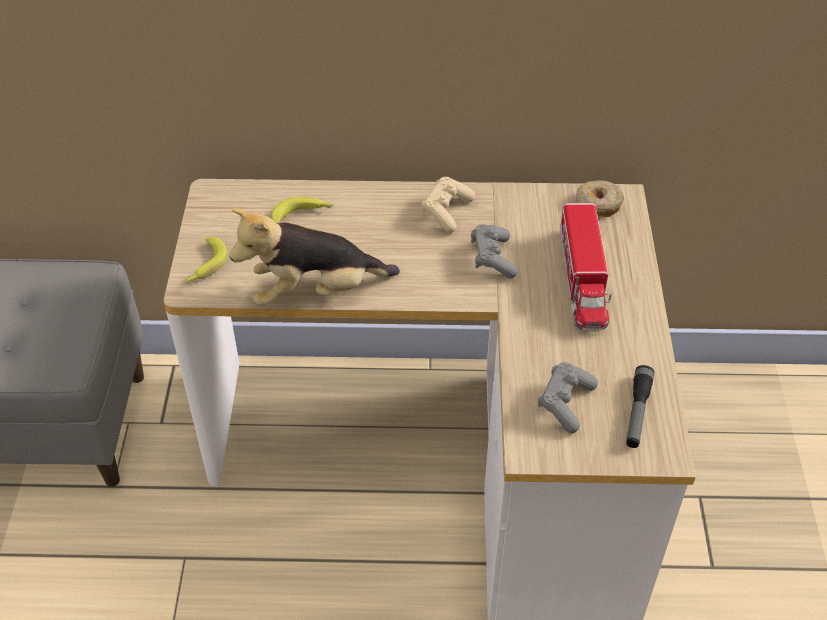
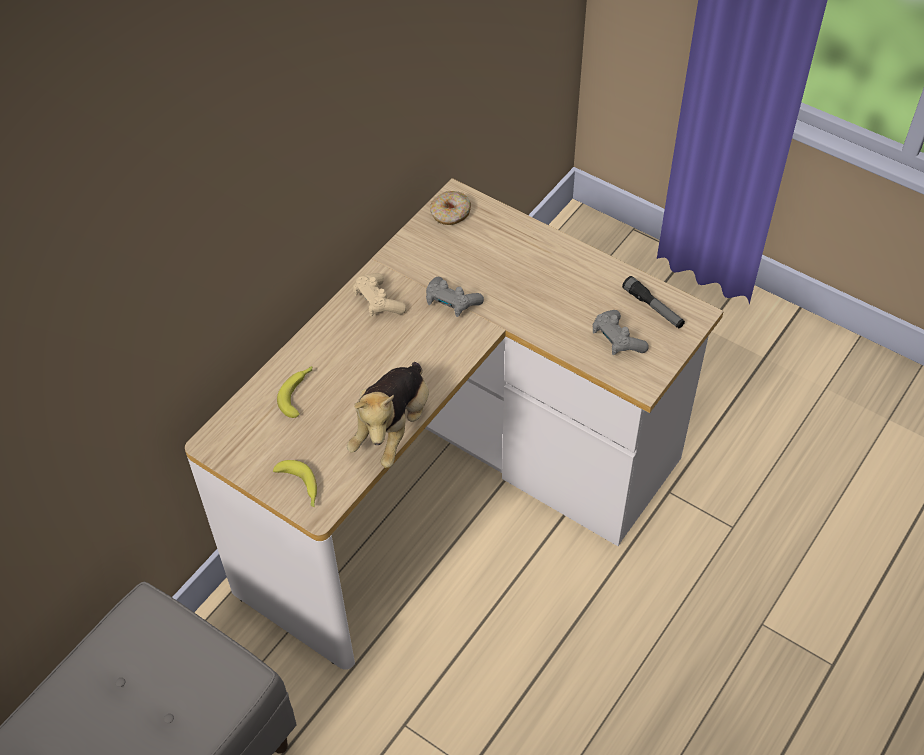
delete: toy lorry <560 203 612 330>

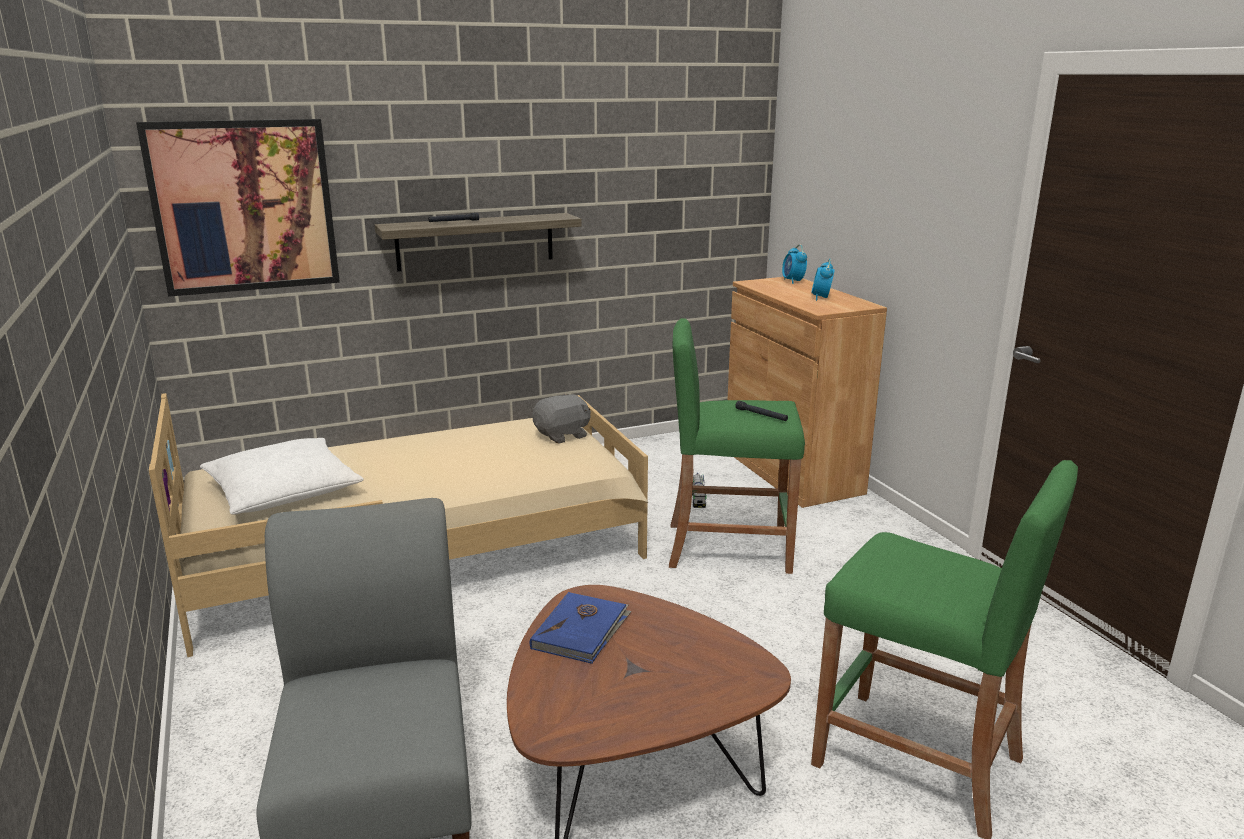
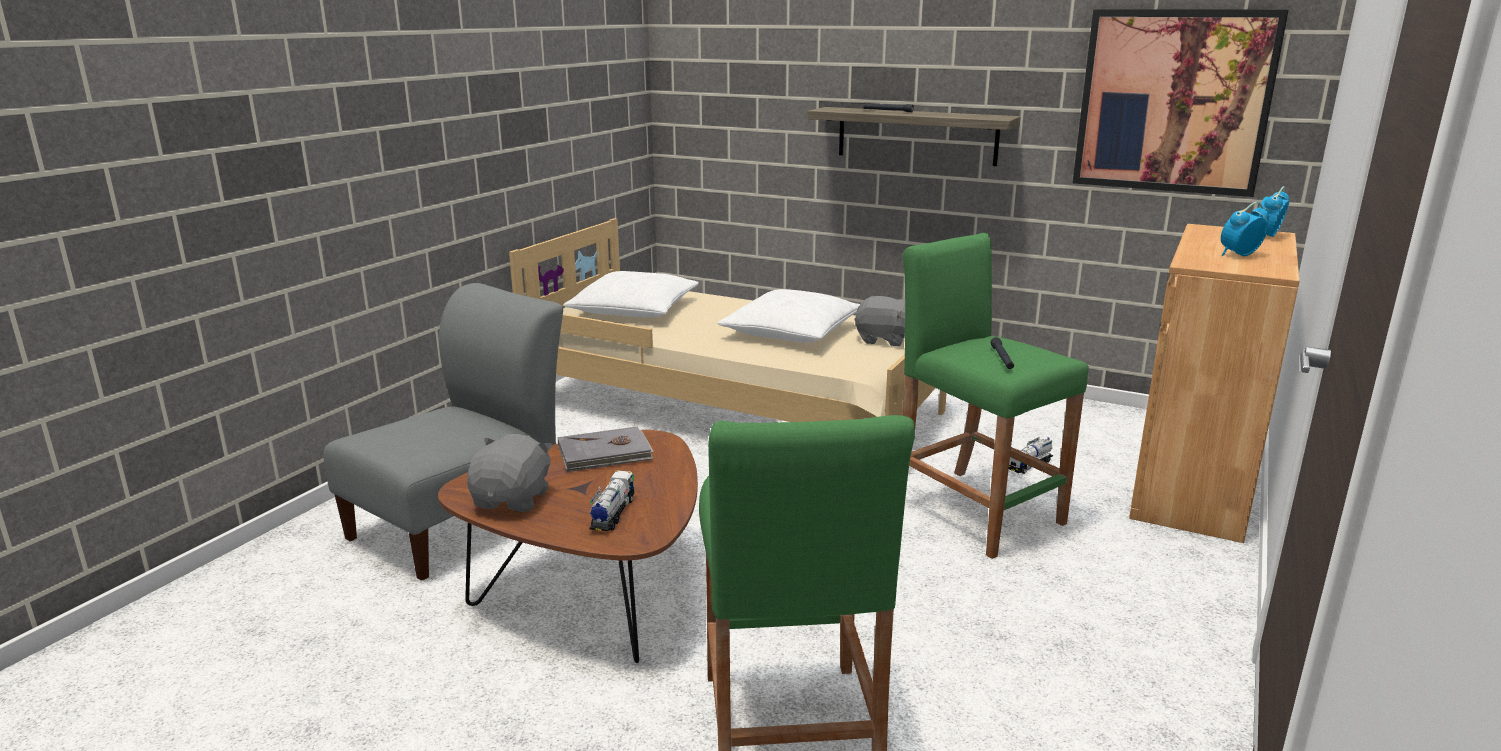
insert: white throw pillow <718 289 860 343>; grey plush toy <467 434 553 512>; toy lorry <590 470 634 531>
move: wall picture <136 119 340 297> to <1073 9 1289 197>
recolor: blue bound book <530 592 632 664> to grey bound book <558 426 654 472>

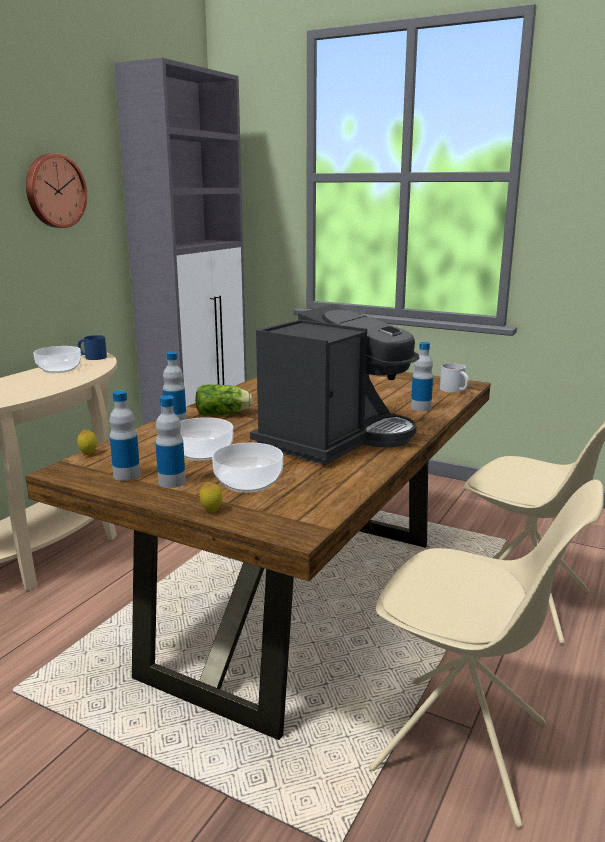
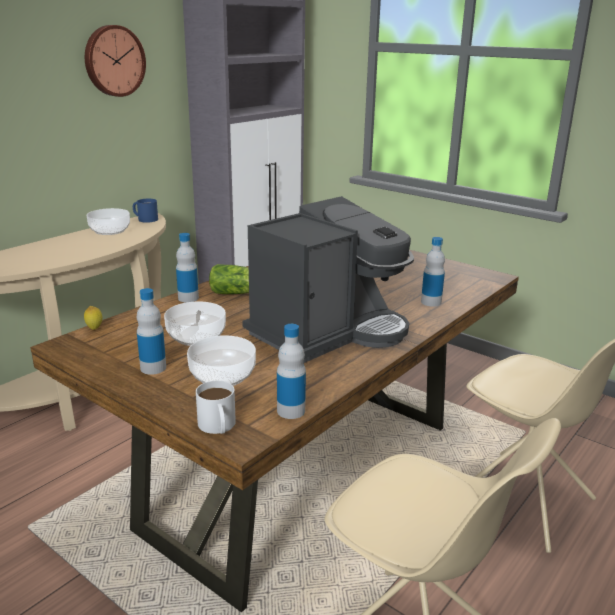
delete: citrus fruit <200 482 222 513>
move: white mug <440 363 469 393> to <196 381 236 434>; bottle <109 390 140 481> to <277 324 306 419>

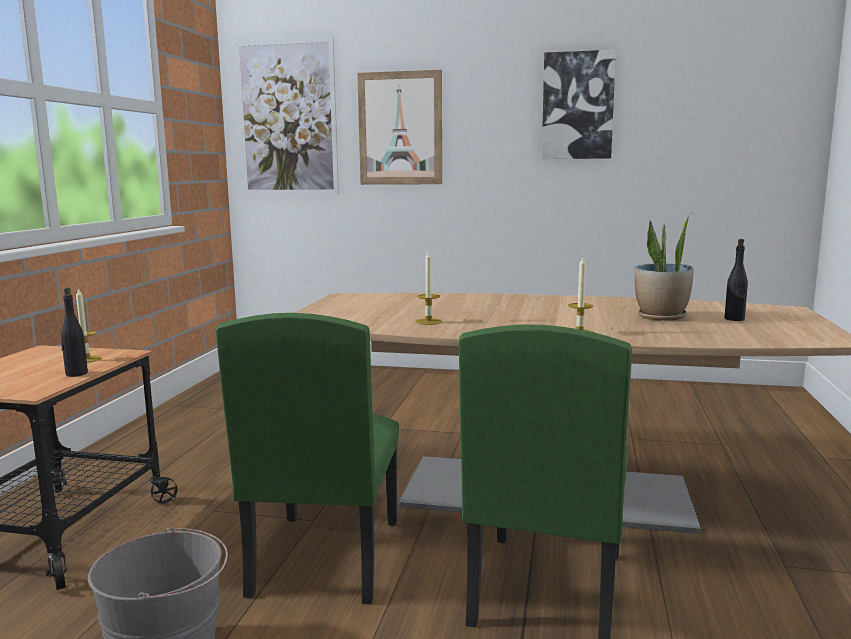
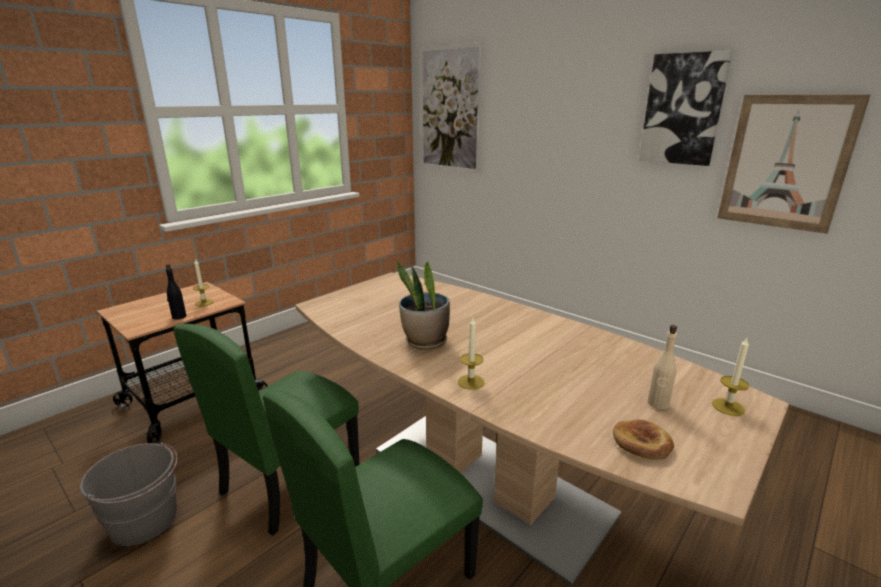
insert: bakery bread <613 419 674 459>
move: wall picture <357 70 442 185> to <717 95 870 234>; plant in a pot <634 213 694 321> to <397 261 450 350>; candle <415 252 442 325> to <712 338 749 416>
recolor: blackish bottle <724 239 748 321> to sand-coloured bottle <648 325 677 409>

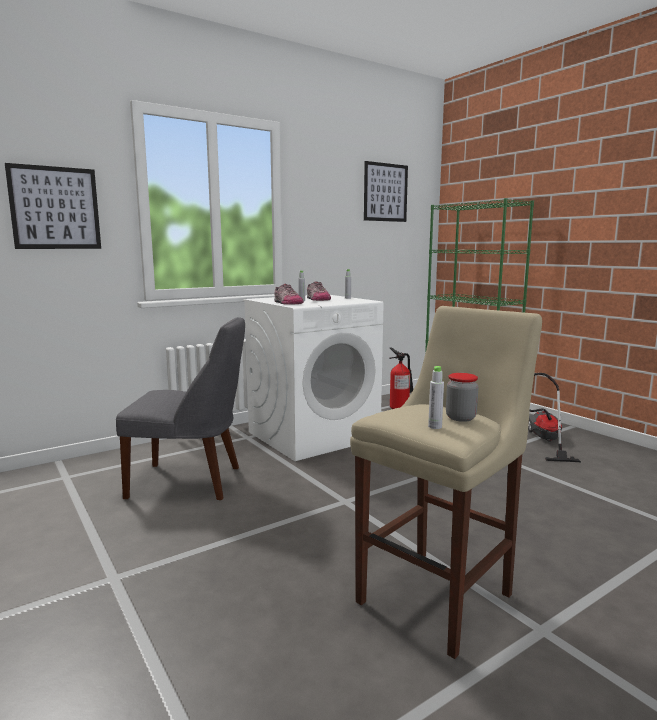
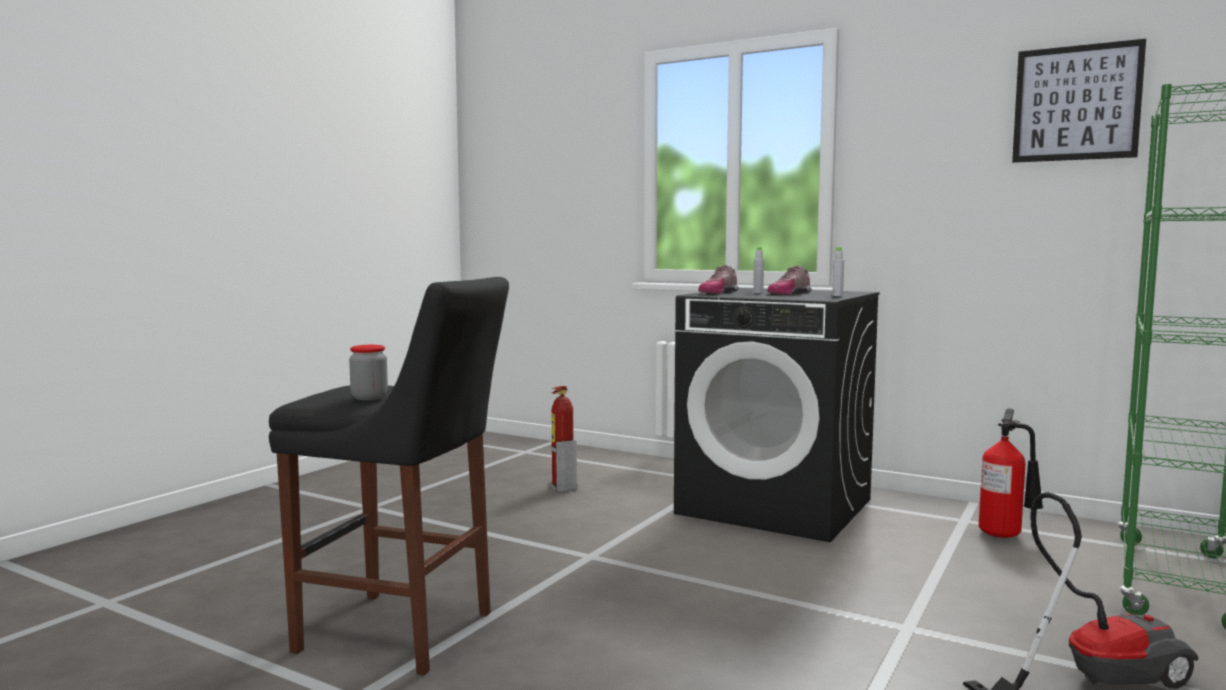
delete: wall picture <5 163 101 249>; grey bottle <428 366 444 429>
replace: grey upright chair <116 317 245 500> to fire extinguisher <549 386 578 492>
recolor: white washing machine <243 295 384 461> to blackish washing machine <674 288 880 542>; sand-coloured stool seat <350 306 542 659> to blackish stool seat <269 277 509 676>

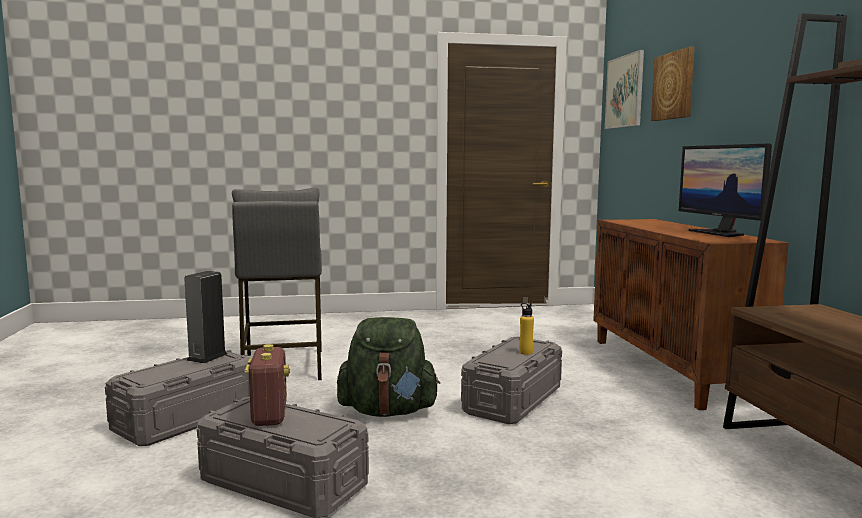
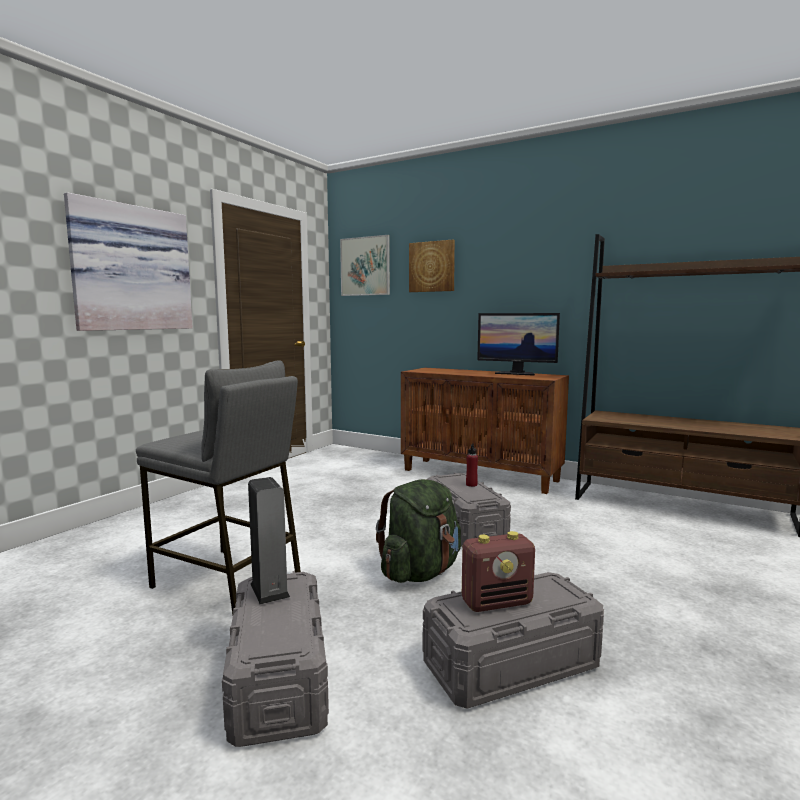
insert: wall picture <64 192 193 331>
recolor: yellowish bottle <519 303 534 355> to red-coloured bottle <466 443 478 487>
rotate: radio receiver <244 344 290 426> = <462 531 535 612> 135 degrees clockwise

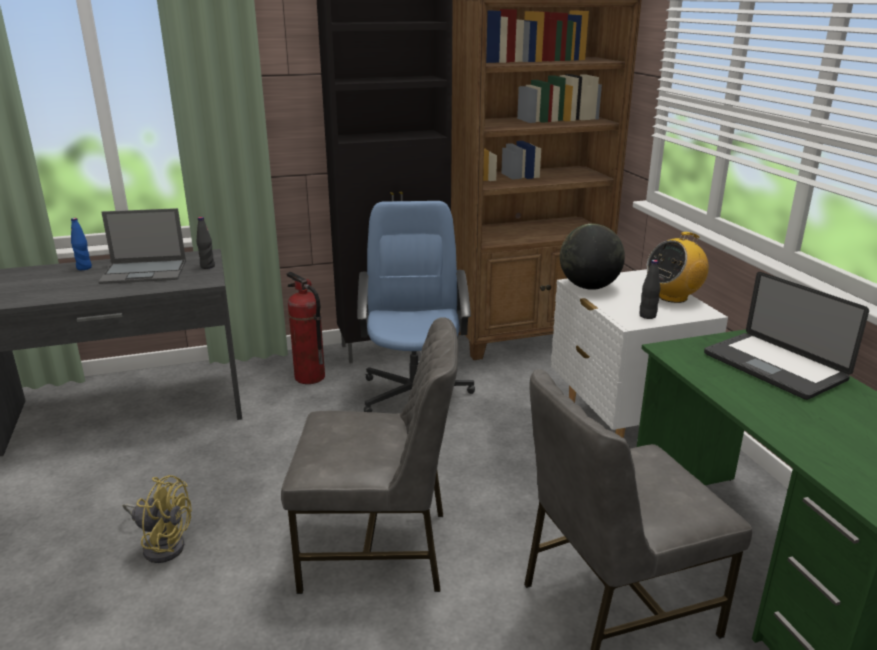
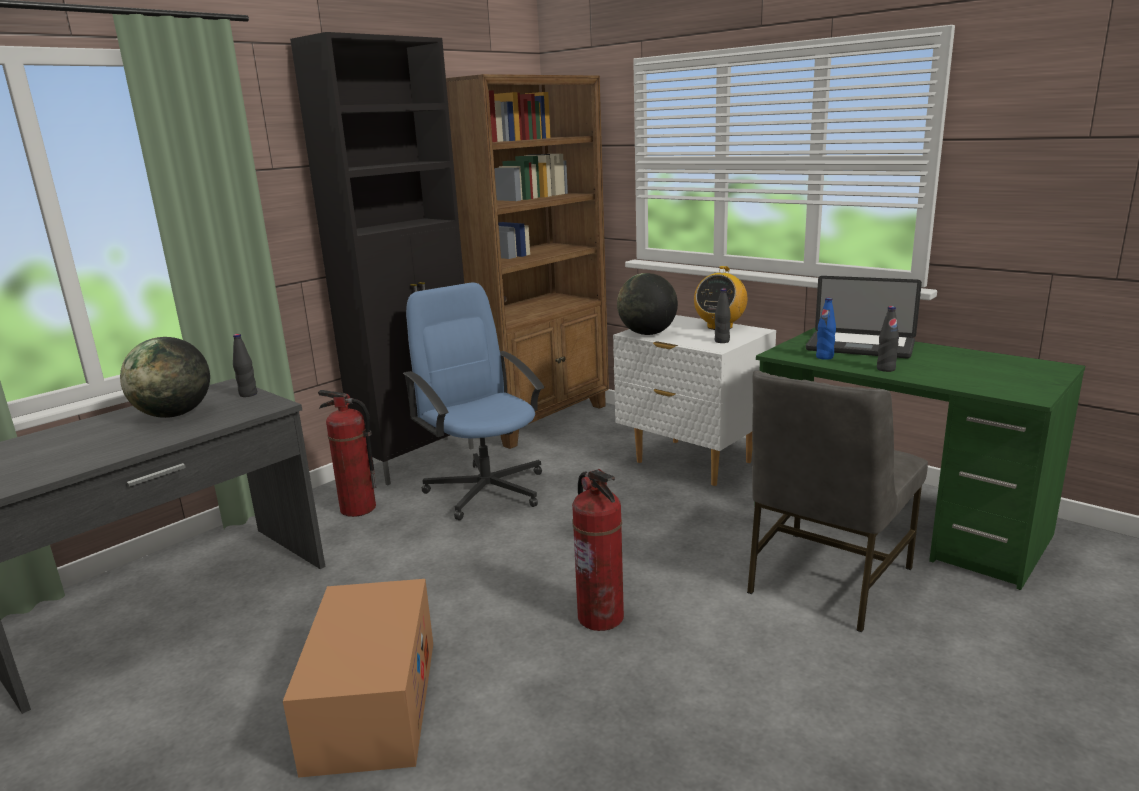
insert: blackish bottle <877 306 899 372>
move: blue bottle <71 218 92 270> to <816 298 836 360>
replace: portable computer <98 208 186 284> to desk globe <120 337 210 418>; grey upright chair <281 317 458 594> to fire extinguisher <572 469 624 631>; yellowish electric fan <122 475 192 563> to packing box <283 579 433 778>

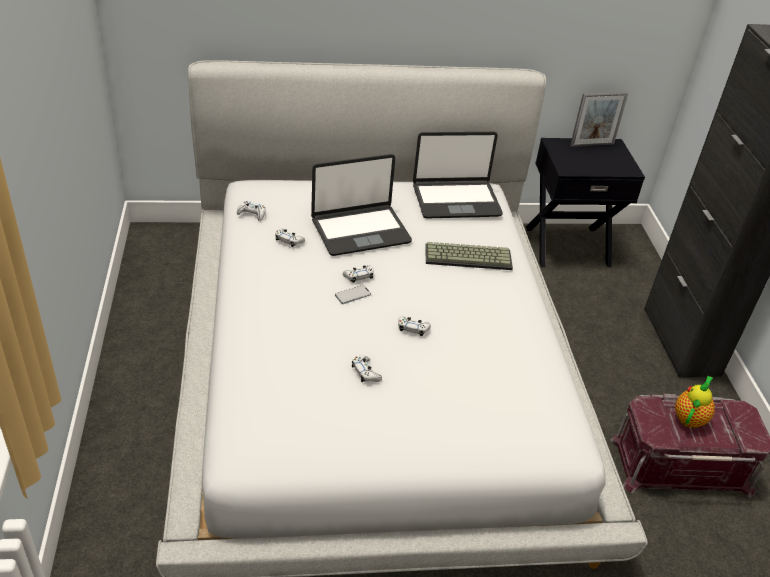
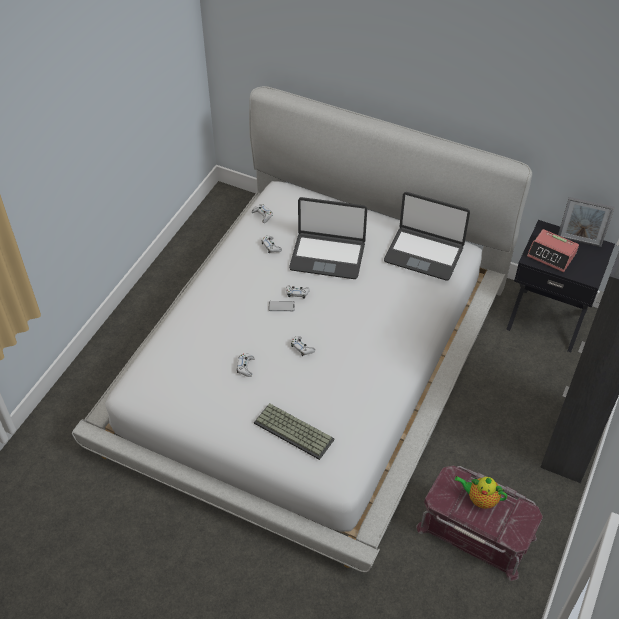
insert: bedside clock <527 229 579 272>
move: keyboard <425 242 513 270> to <254 403 334 460>
rotate: pot for tea <675 376 715 428> = <455 476 507 509> 135 degrees counterclockwise

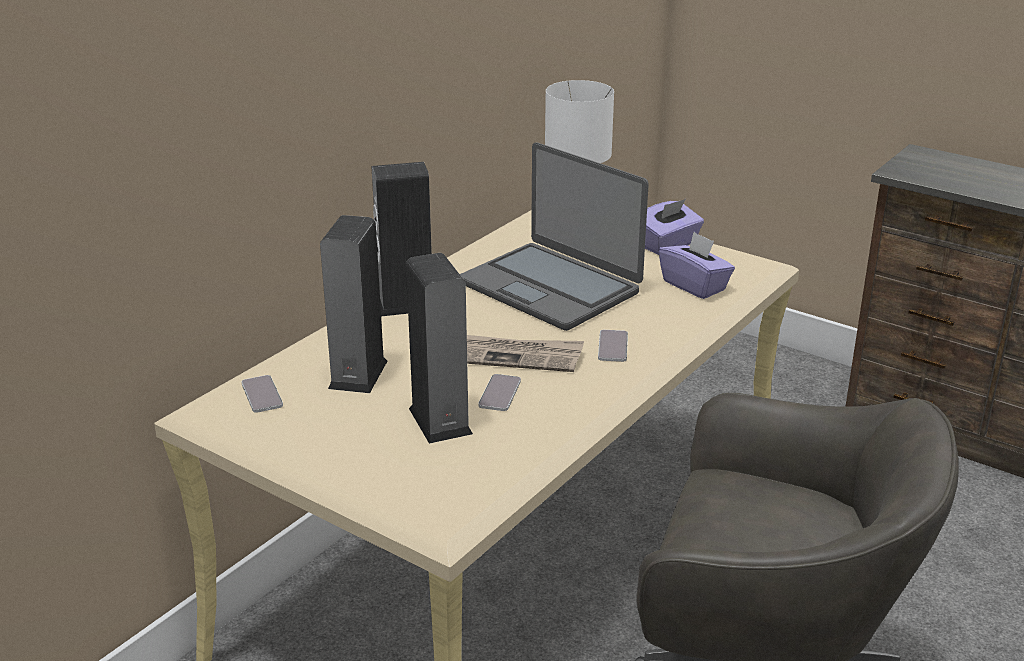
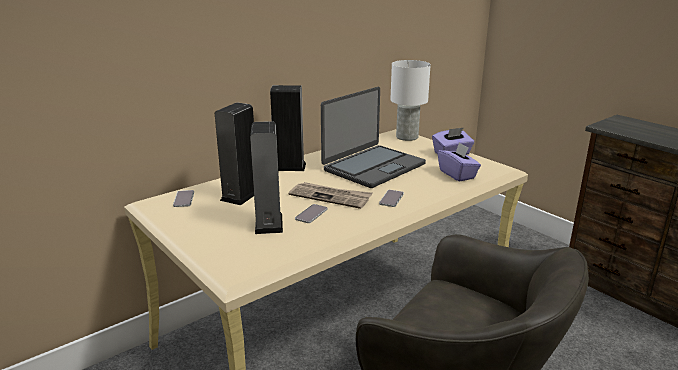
rotate: portable computer <460 142 649 331> = <321 87 426 188> 105 degrees counterclockwise

